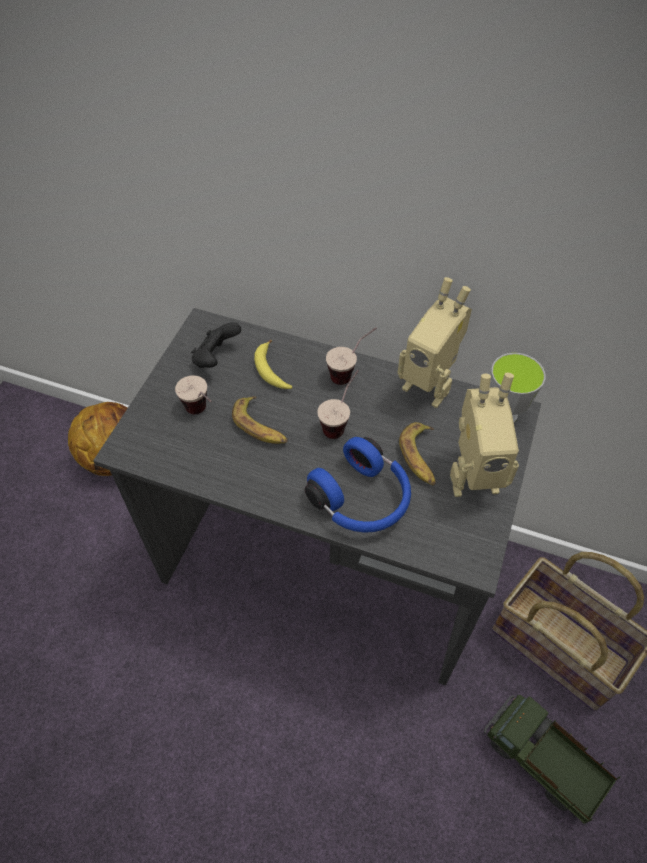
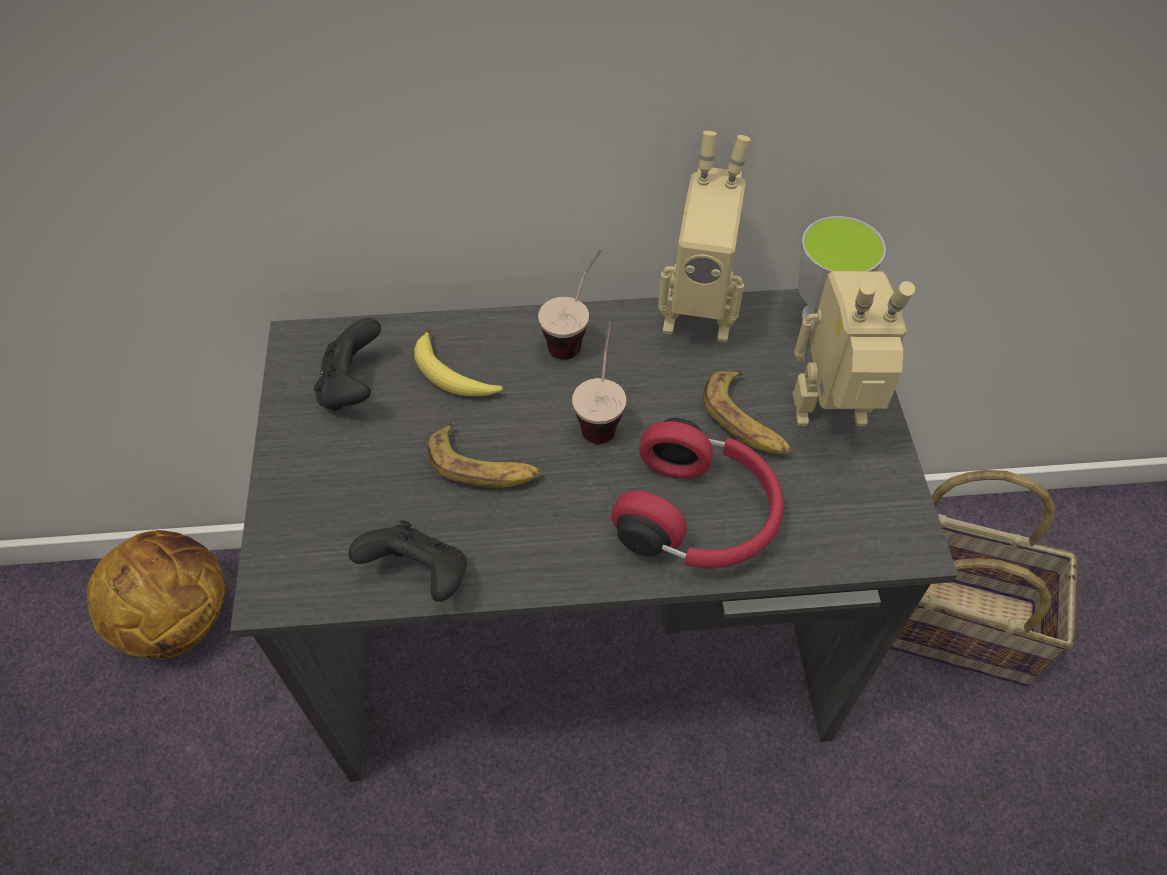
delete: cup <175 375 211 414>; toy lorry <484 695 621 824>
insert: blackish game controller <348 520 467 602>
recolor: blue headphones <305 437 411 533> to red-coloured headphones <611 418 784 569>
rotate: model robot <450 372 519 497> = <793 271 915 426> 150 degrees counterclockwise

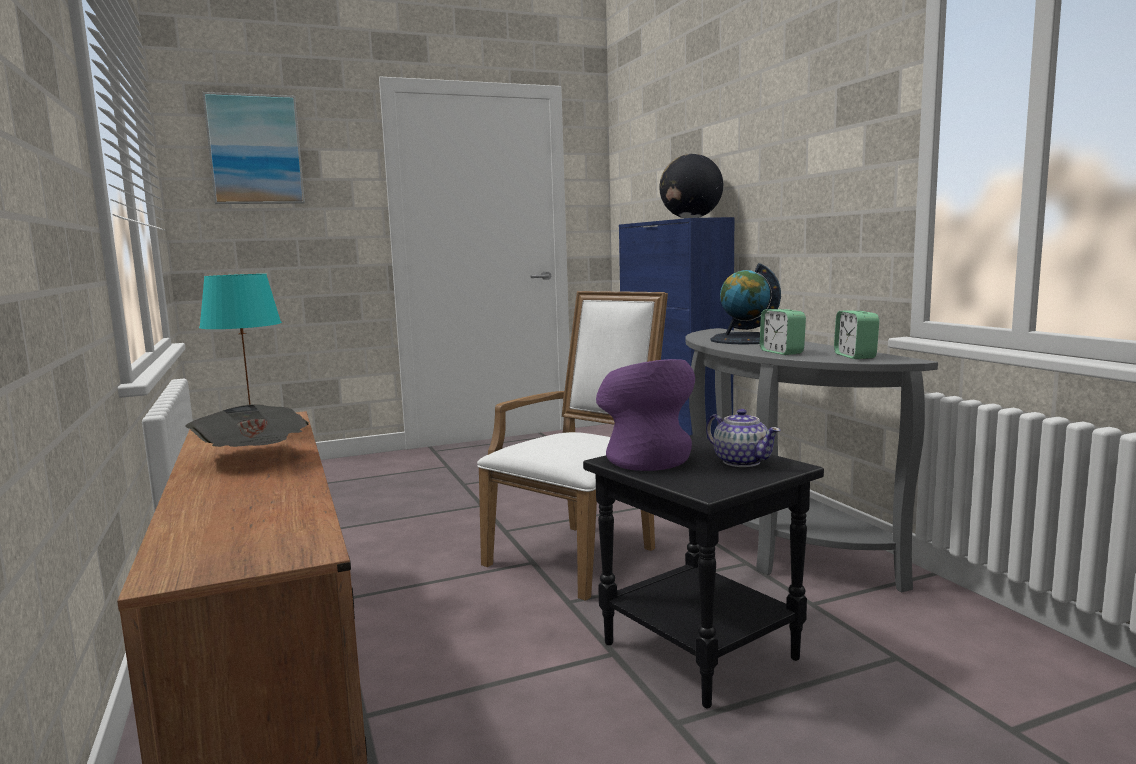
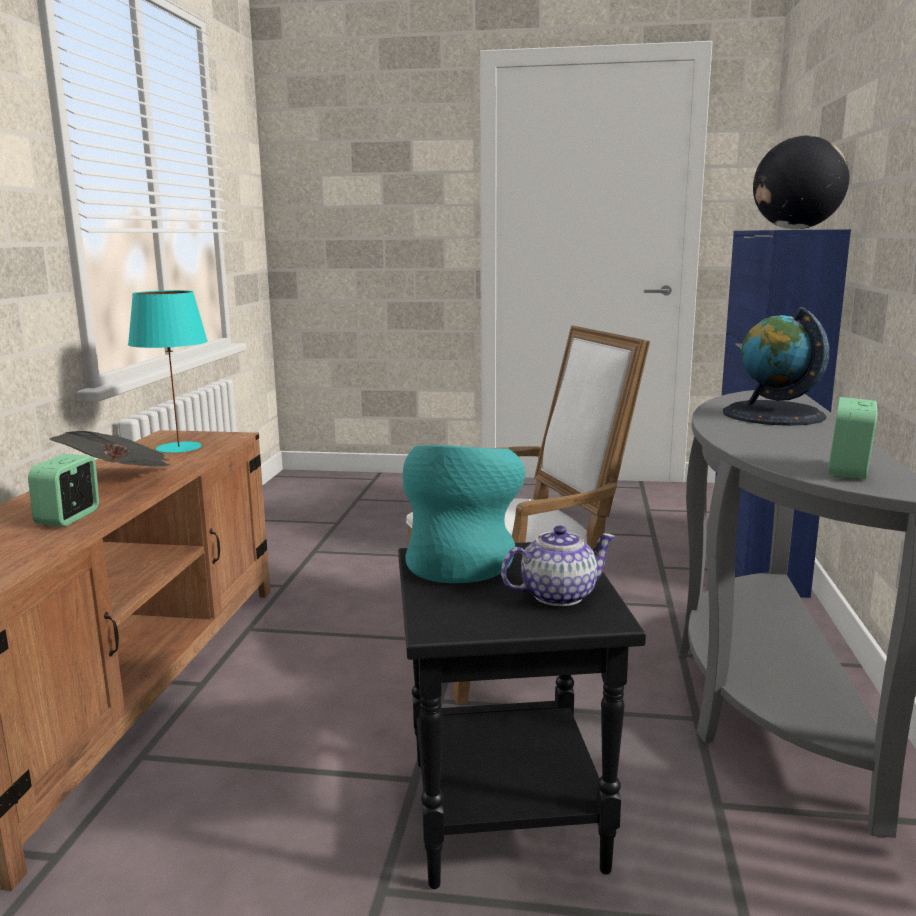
delete: wall picture <202 92 305 204>
move: bedside clock <760 309 806 355> to <28 454 99 527>
recolor: purplish decorative vase <596 359 695 471> to turquoise-coloured decorative vase <403 445 526 583>
rotate: pot for tea <706 409 781 467> = <501 525 615 606> 105 degrees counterclockwise

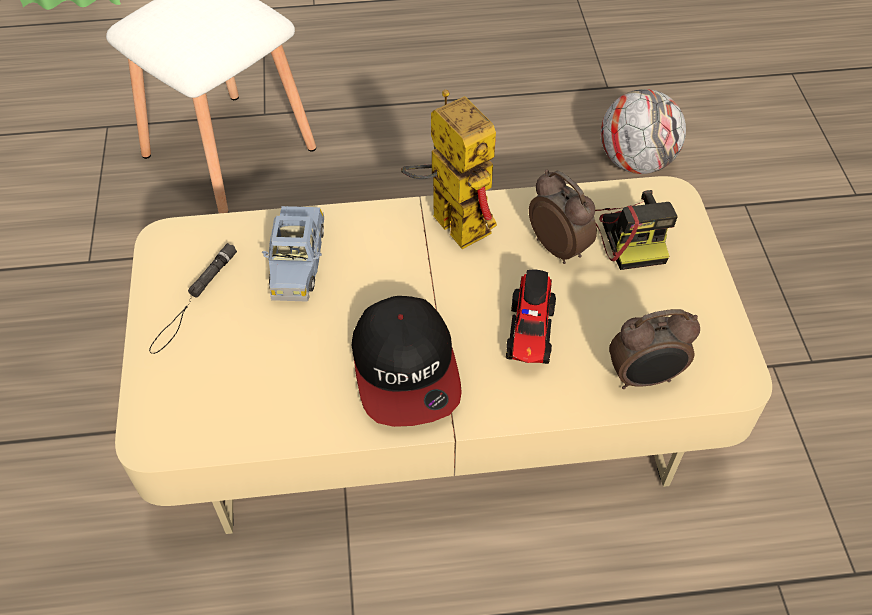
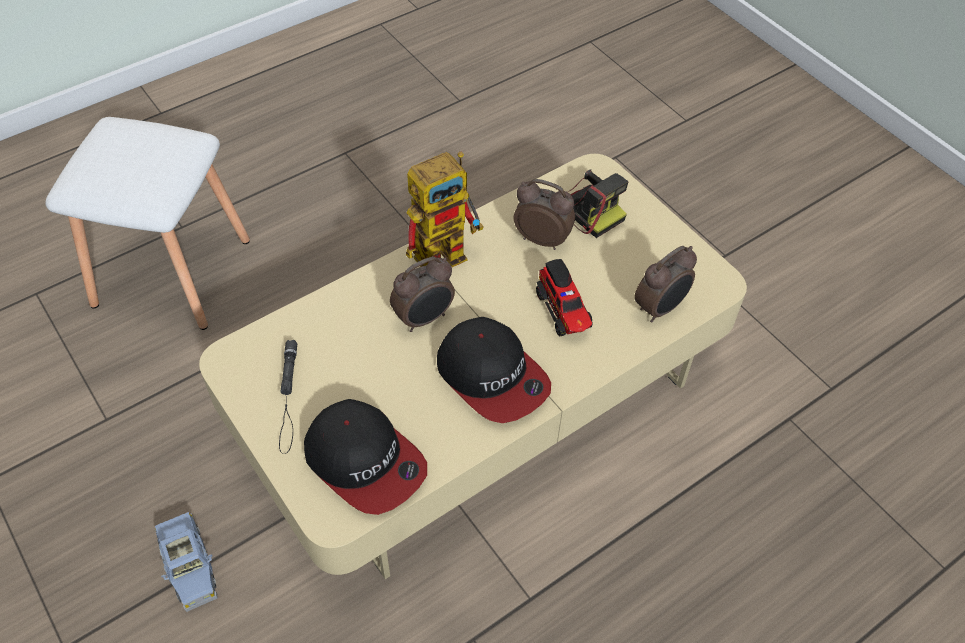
delete: ball for football <601 89 686 174>
insert: bedside clock <390 256 455 332>; baseball cap <304 399 427 515>
move: blue model car <262 206 324 302> to <155 512 218 612>
rotate: model robot <401 89 497 249> = <406 152 483 267> 120 degrees clockwise

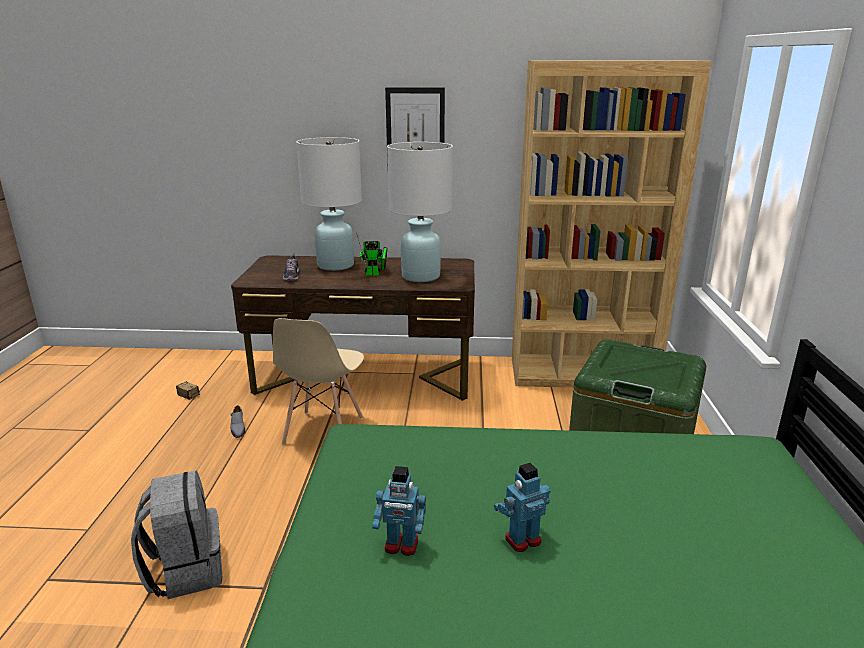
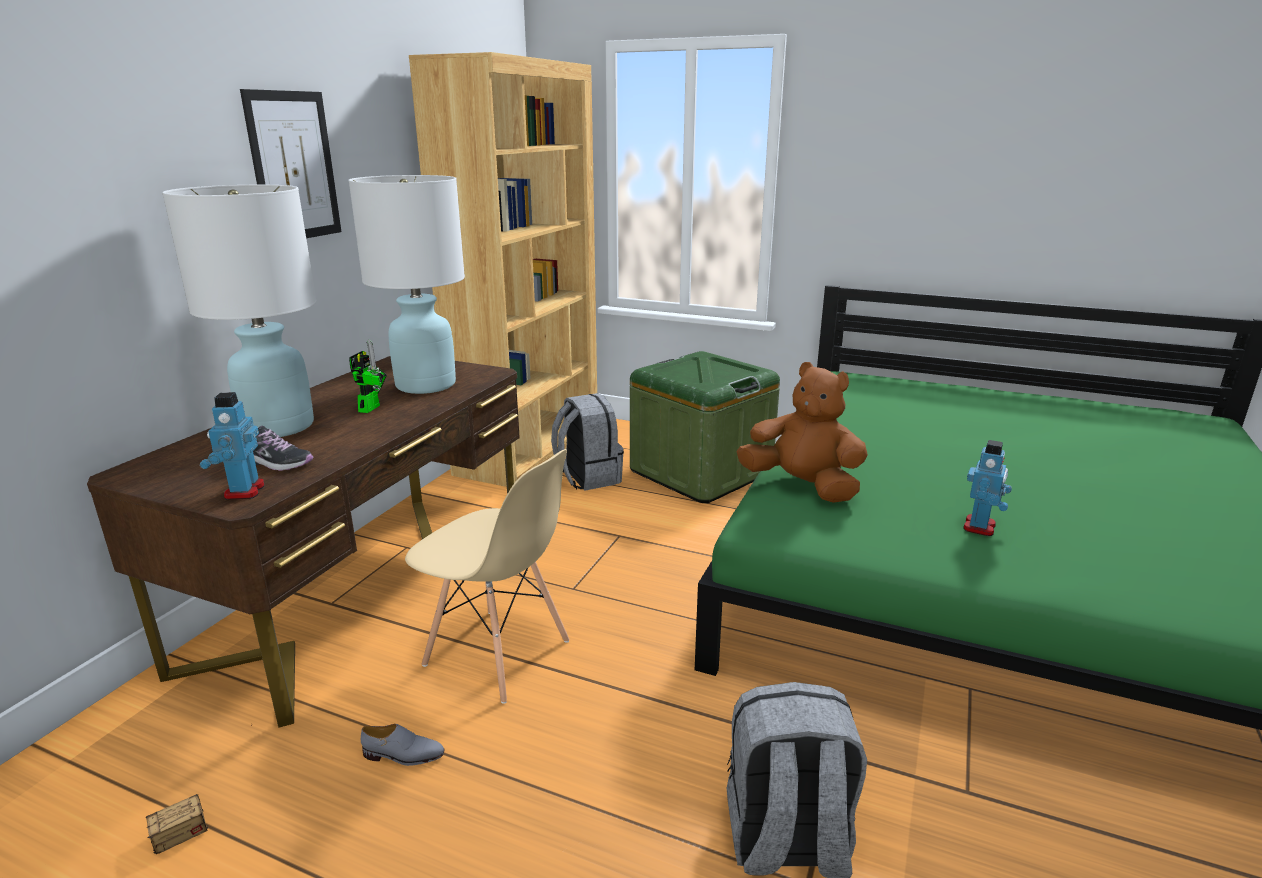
insert: brown plush toy <736 362 868 503>; grey knapsack <551 393 624 491>
move: model robot <494 463 550 552> to <200 392 265 500>

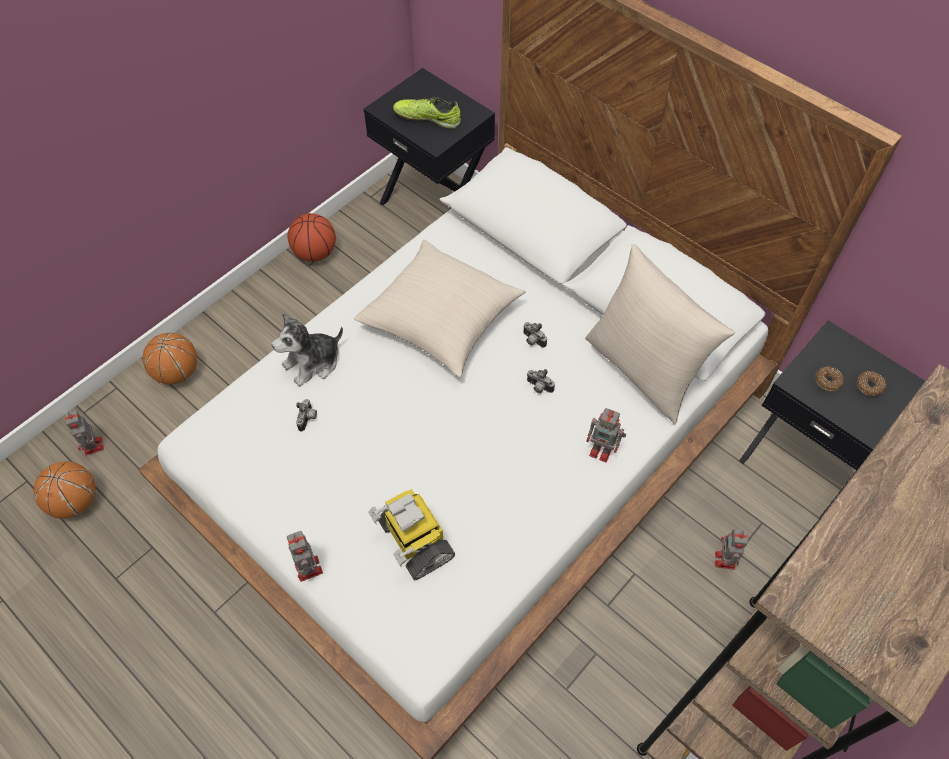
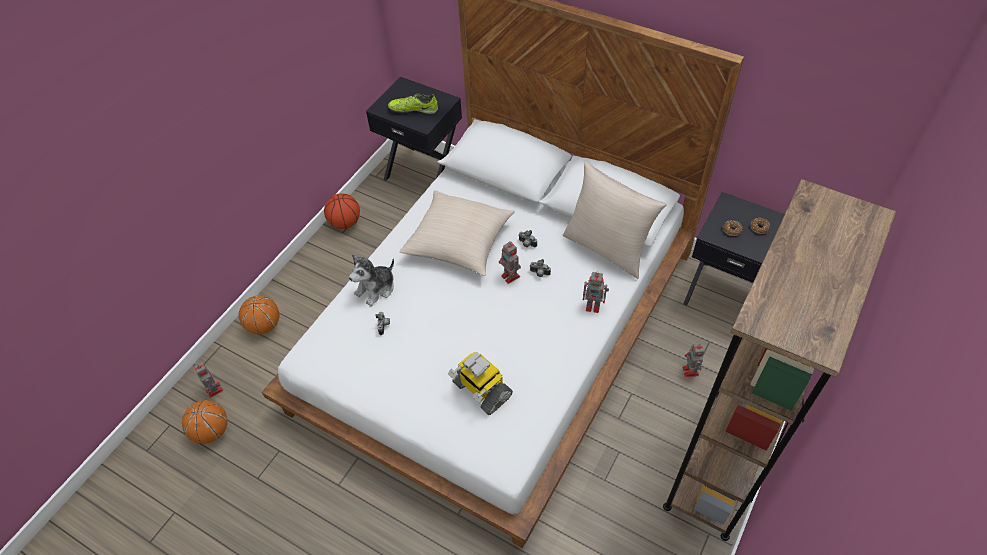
move: model robot <287 531 323 582> to <499 241 521 284>

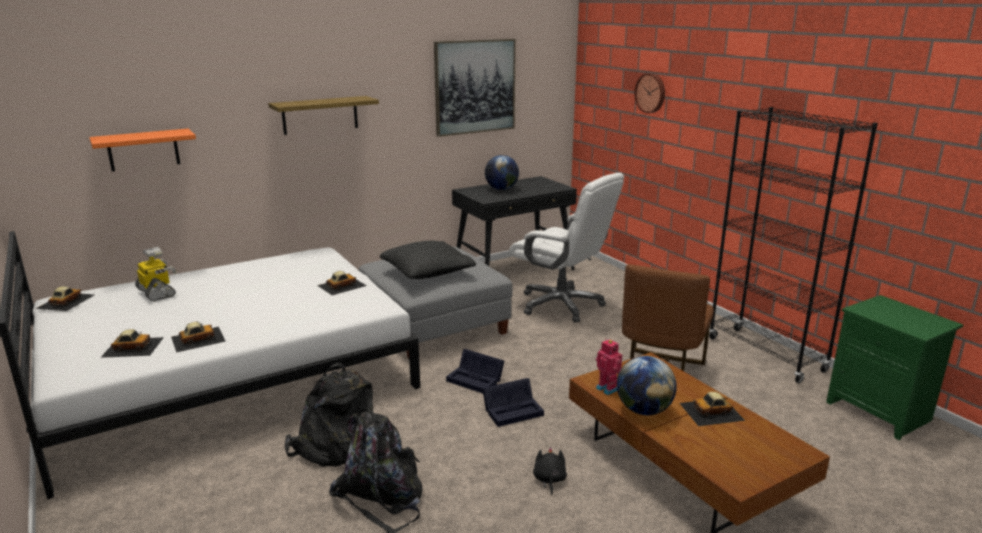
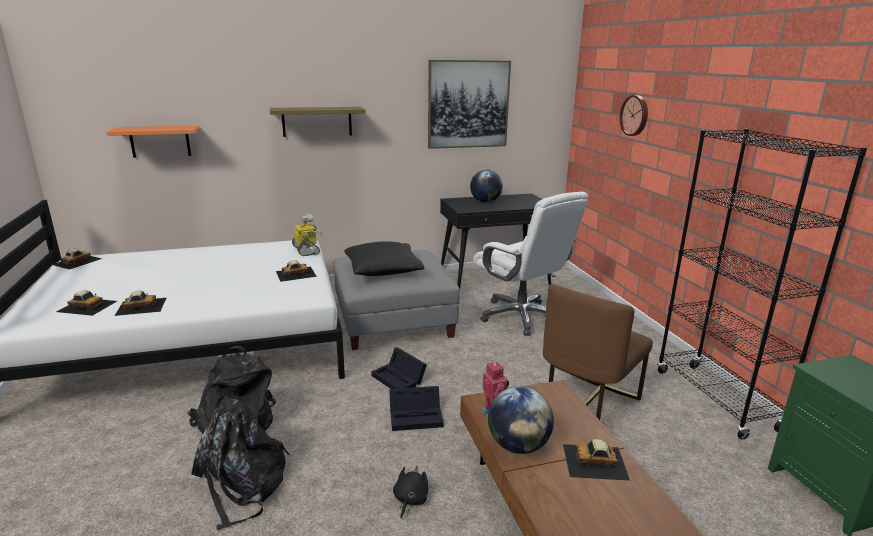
move: model robot <135 247 177 301> to <292 214 322 256>

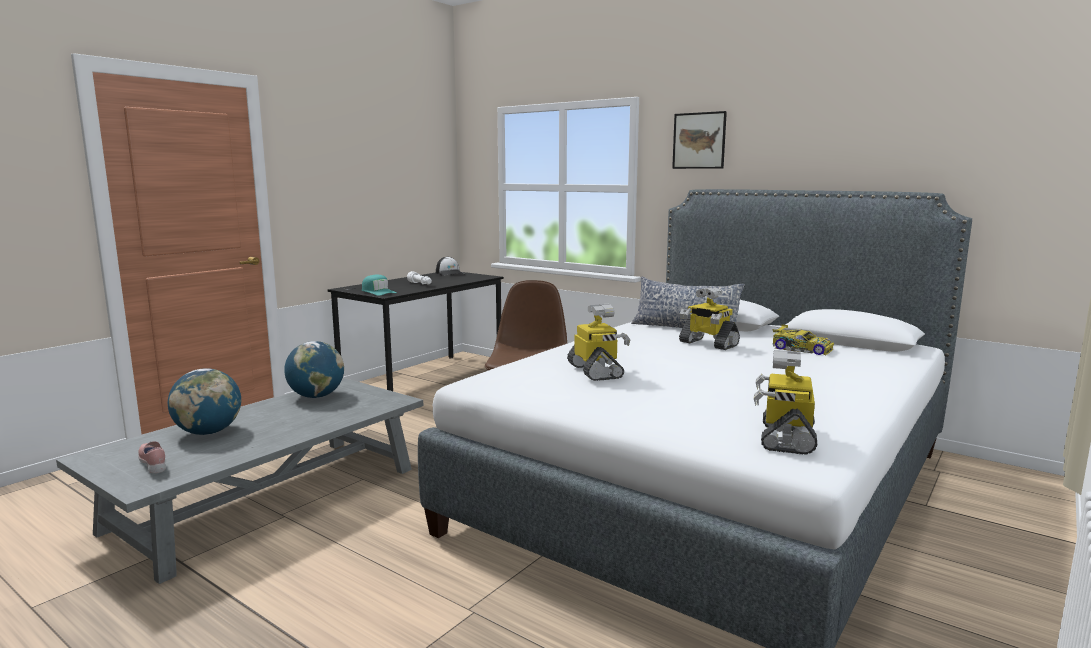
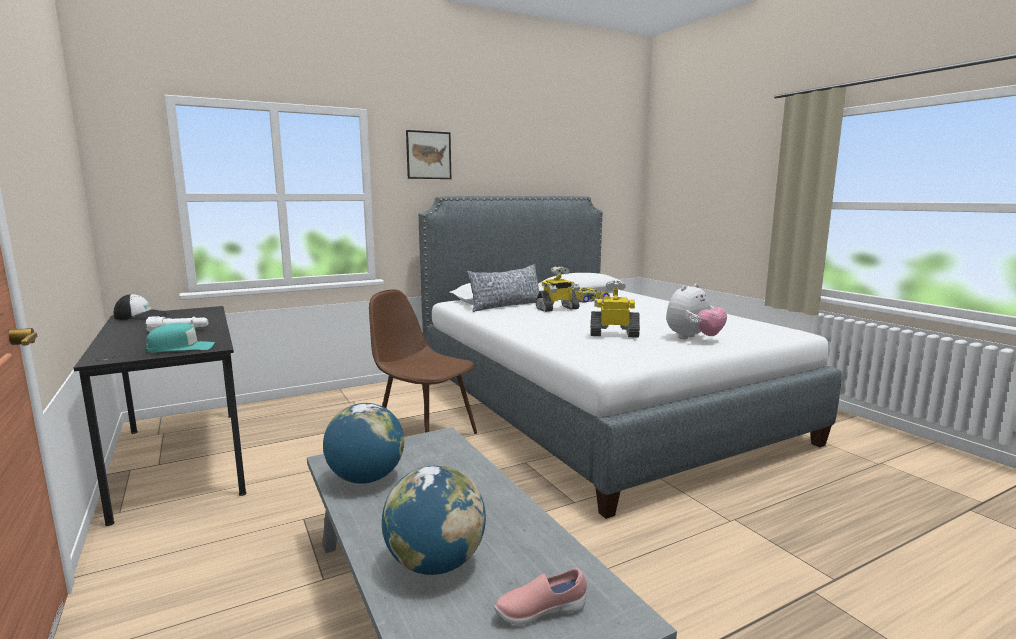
delete: model robot <754 350 817 455>
insert: plush toy <666 283 727 339>

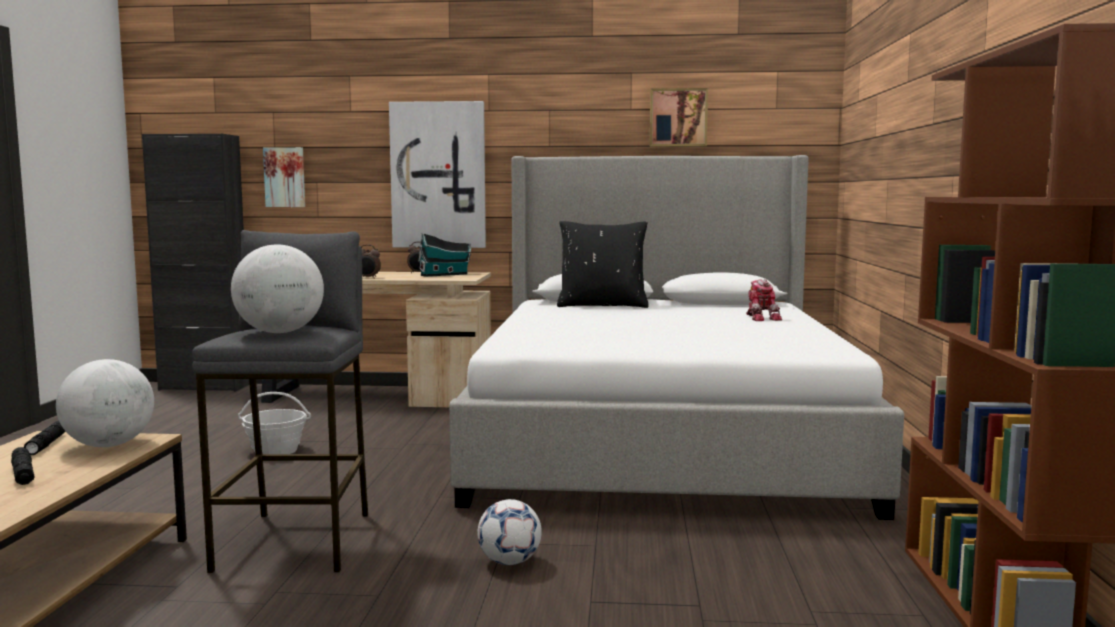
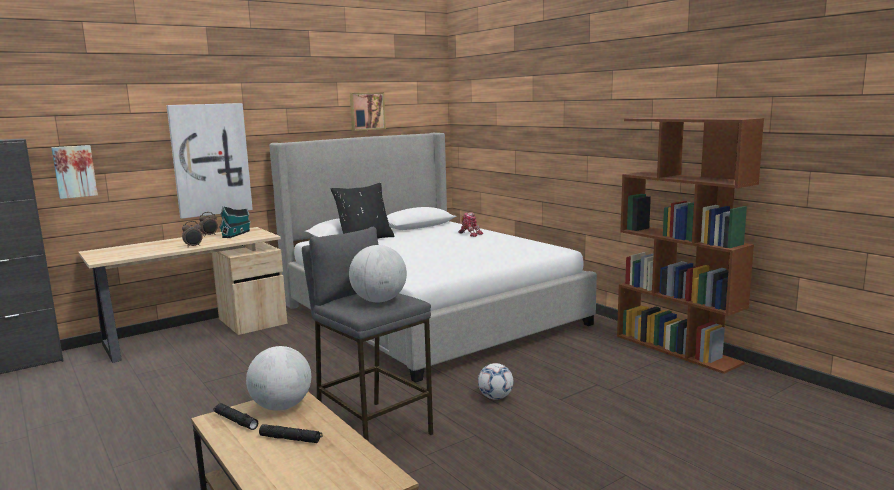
delete: storage basket <238 392 311 454>

